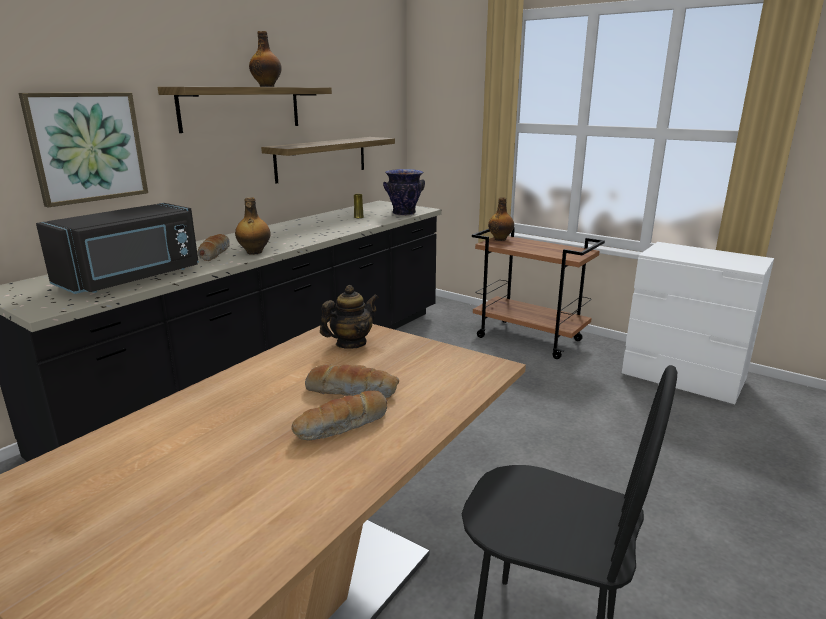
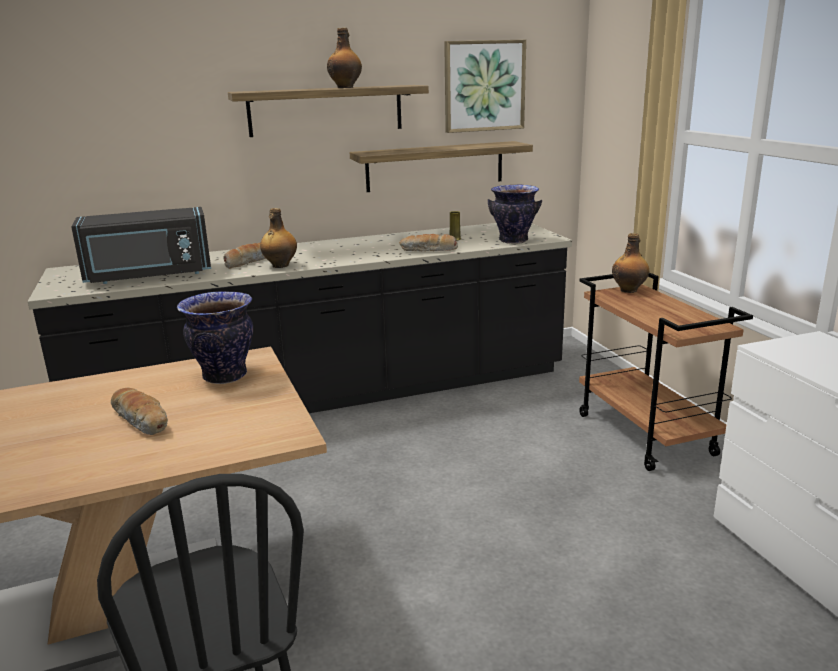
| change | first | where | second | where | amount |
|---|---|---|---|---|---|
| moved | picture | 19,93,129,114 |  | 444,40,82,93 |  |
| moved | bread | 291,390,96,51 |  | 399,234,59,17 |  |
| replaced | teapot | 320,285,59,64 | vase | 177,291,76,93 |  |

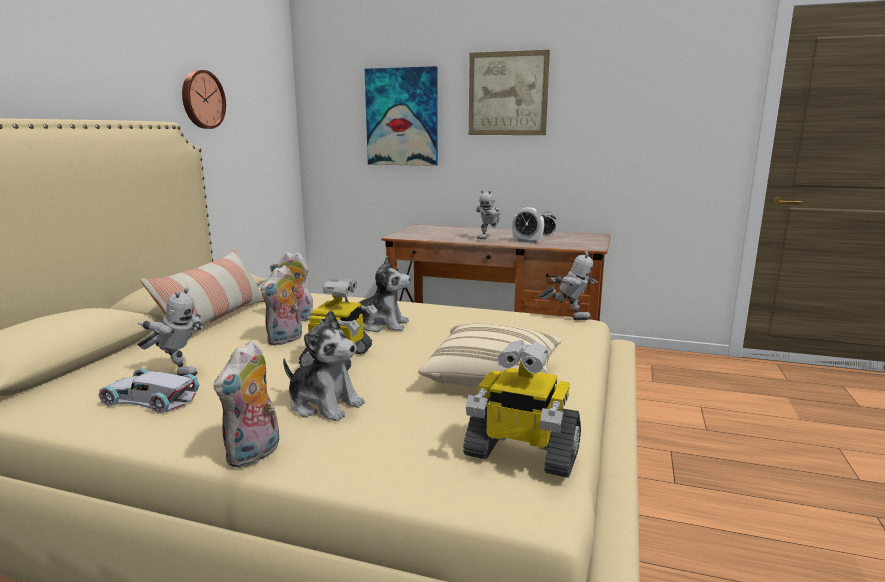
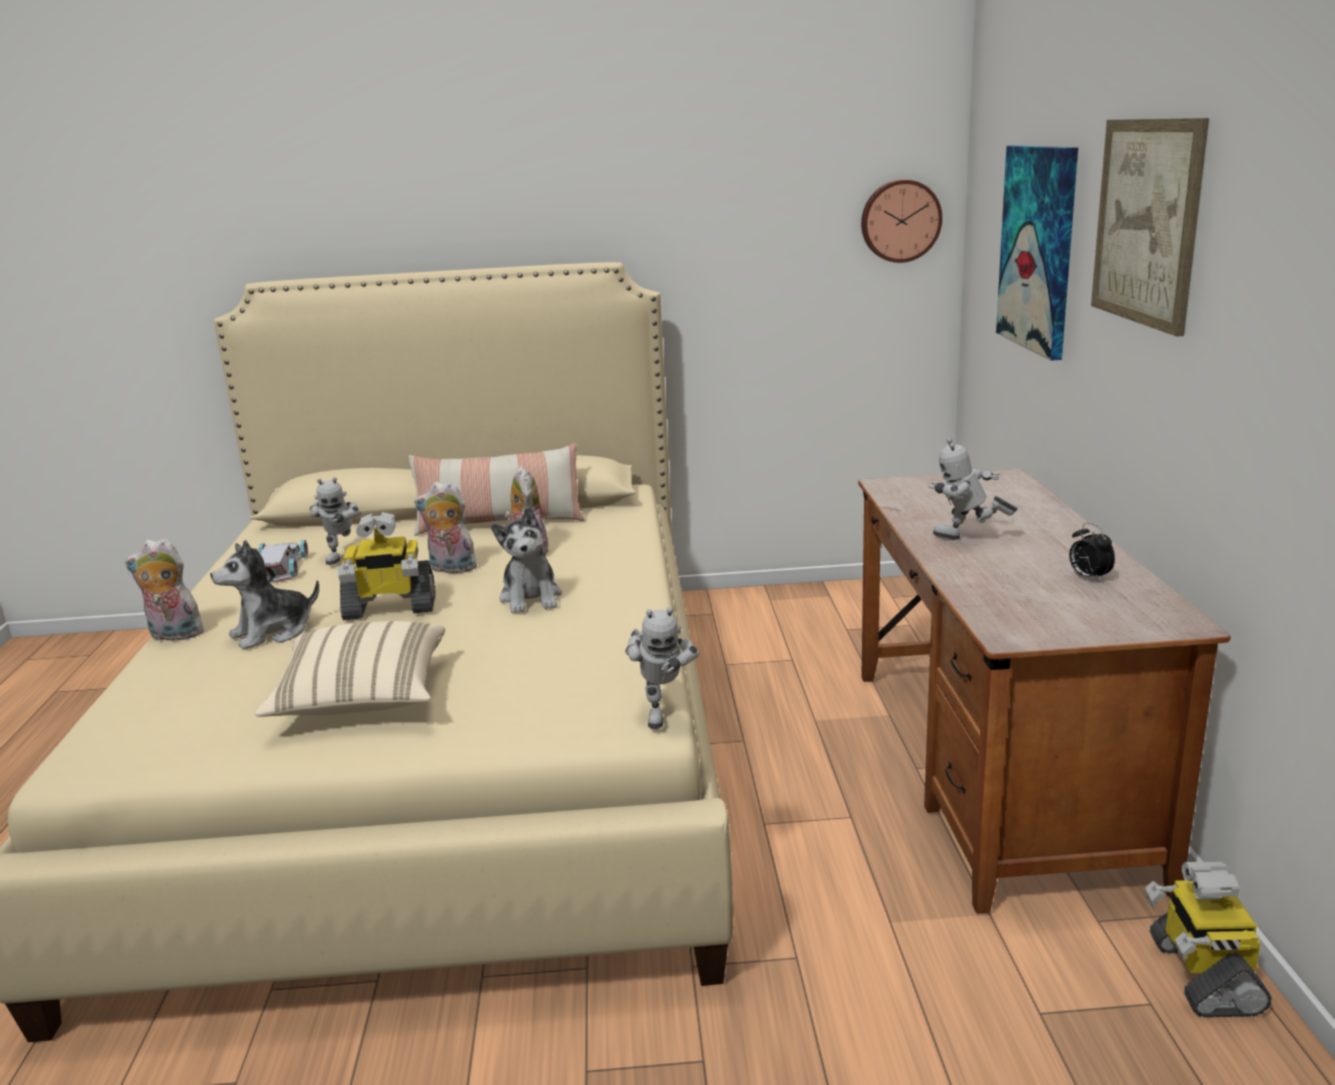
| change | first | where | second | where | amount |
|---|---|---|---|---|---|
| moved | wall clock | 182,70,44,59 |  | 861,179,81,84 |  |
| turned | plush toy | 283,310,82,111 |  | 210,540,109,110 | 45 degrees clockwise |
| moved | toy robot | 463,340,118,138 |  | 1145,861,127,156 |  |
| removed | alarm clock | 512,207,32,36 |  |  |  |

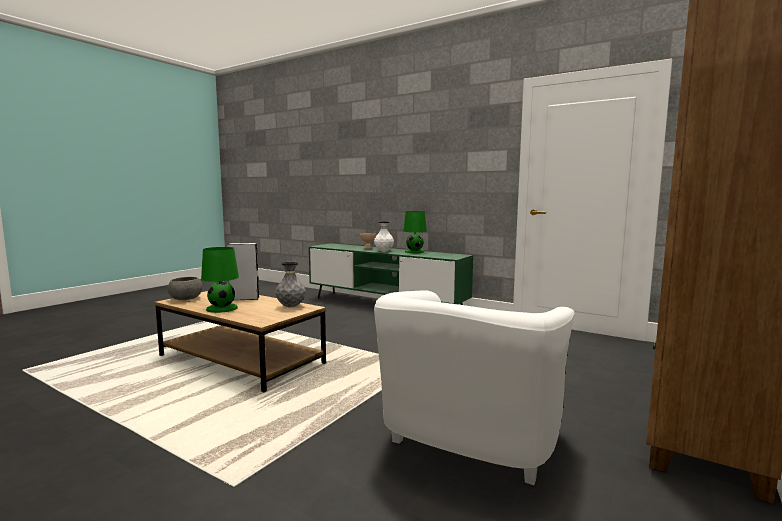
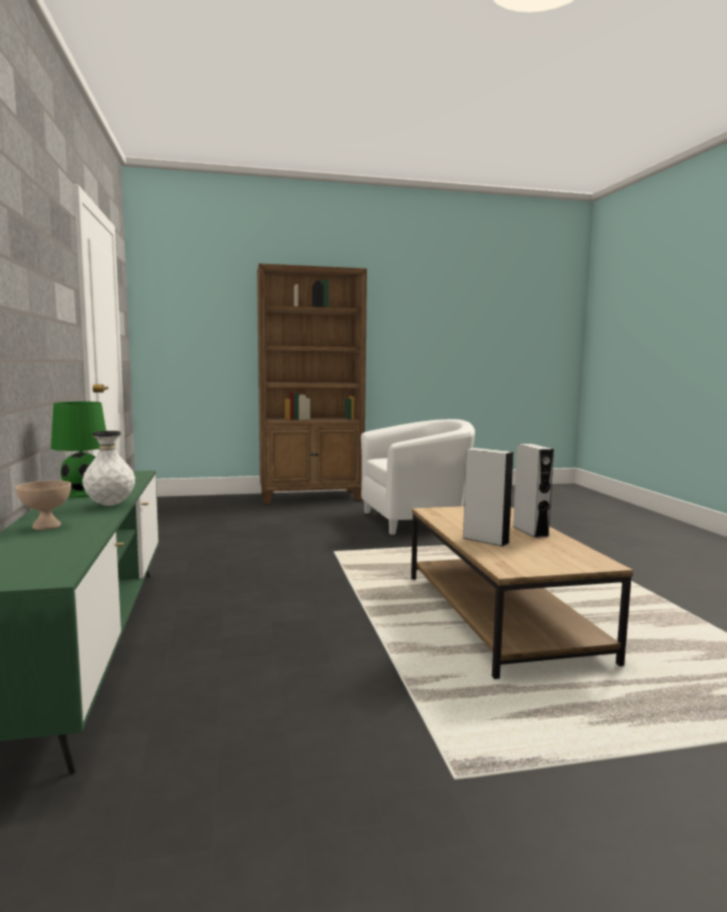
| change | first | where | second | where | amount |
|---|---|---|---|---|---|
| removed | grey bowl | 167,277,35,23 |  |  |  |
| replaced | green table lamp | 201,247,38,66 | grey speaker | 512,444,42,94 |  |
| removed | grey vase | 275,262,31,45 |  |  |  |

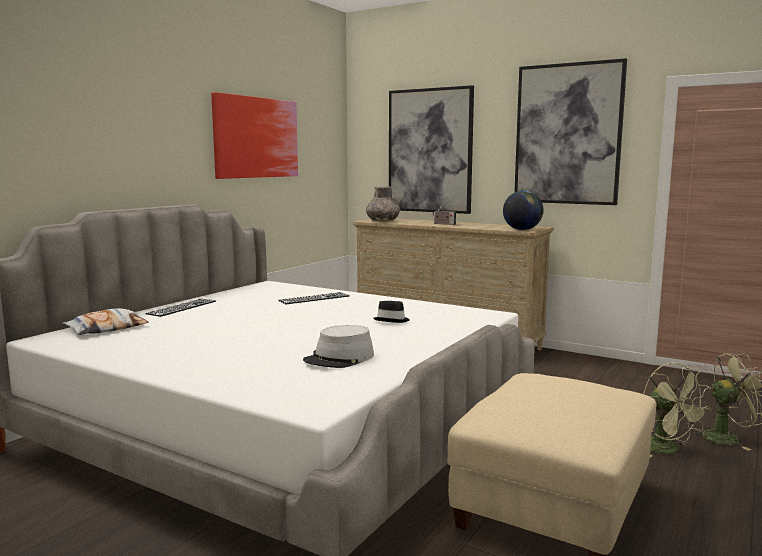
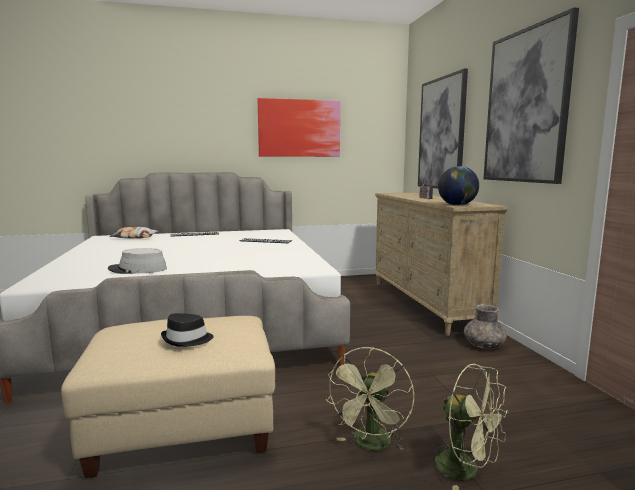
| change | first | where | second | where | amount |
|---|---|---|---|---|---|
| moved | grey vase | 366,187,34,35 |  | 464,304,43,45 |  |
| moved | black hat | 373,301,37,22 |  | 161,313,52,34 |  |

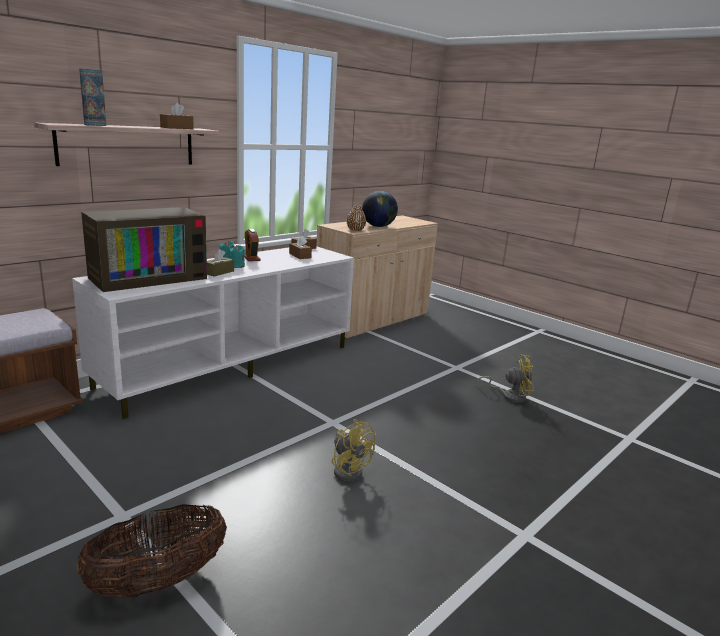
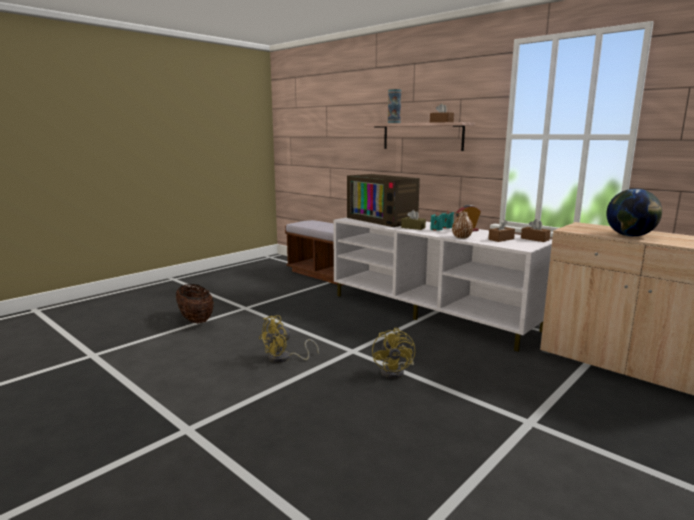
| change | first | where | second | where | amount |
|---|---|---|---|---|---|
| moved | brown vase | 347,205,19,26 |  | 452,211,21,27 |  |
| moved | yellow fan | 477,355,57,48 |  | 372,328,43,51 |  |

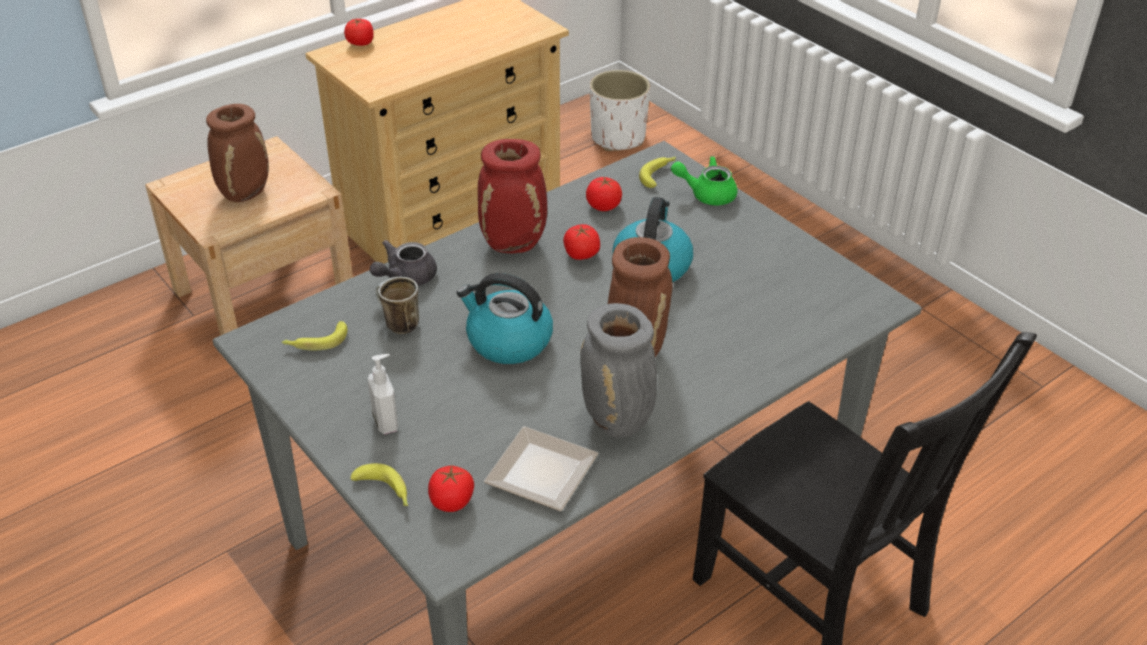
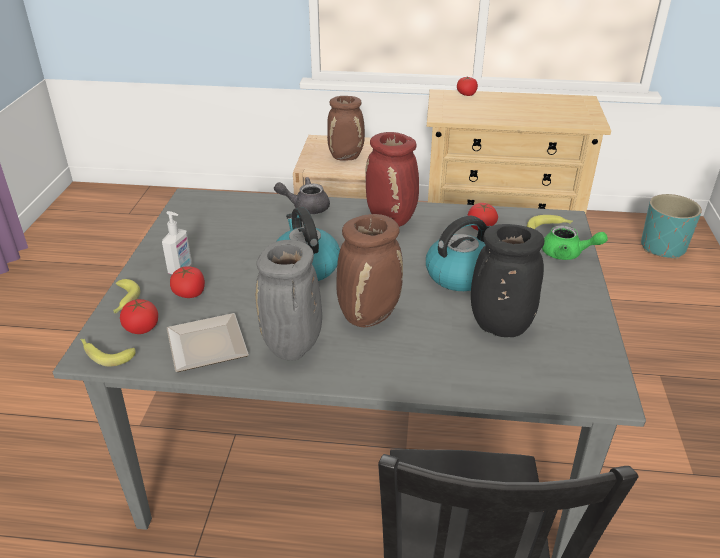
| change | first | where | second | where | amount |
|---|---|---|---|---|---|
| moved | banana | 281,321,66,29 |  | 80,339,56,28 |  |
| removed | mug | 376,276,43,58 |  |  |  |
| moved | tomato | 563,224,37,36 |  | 170,266,35,32 |  |
| recoloured | white planter | 590,70,60,81 | turquoise planter | 641,194,61,65 |  |
| turned | green teapot | 671,156,66,49 |  | 542,225,66,35 | 150 degrees clockwise |
| added |  |  | black vase | 471,224,73,113 |  |

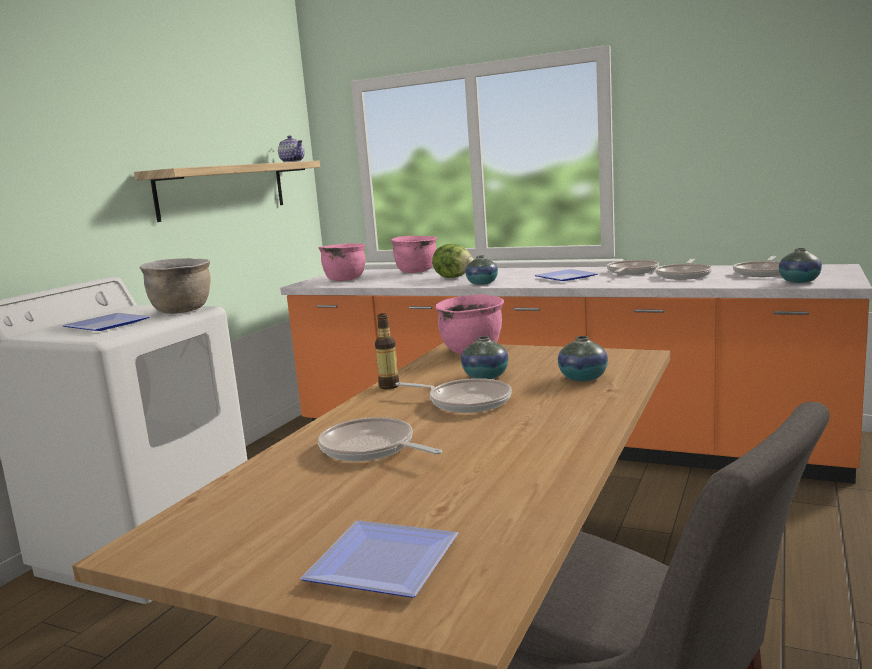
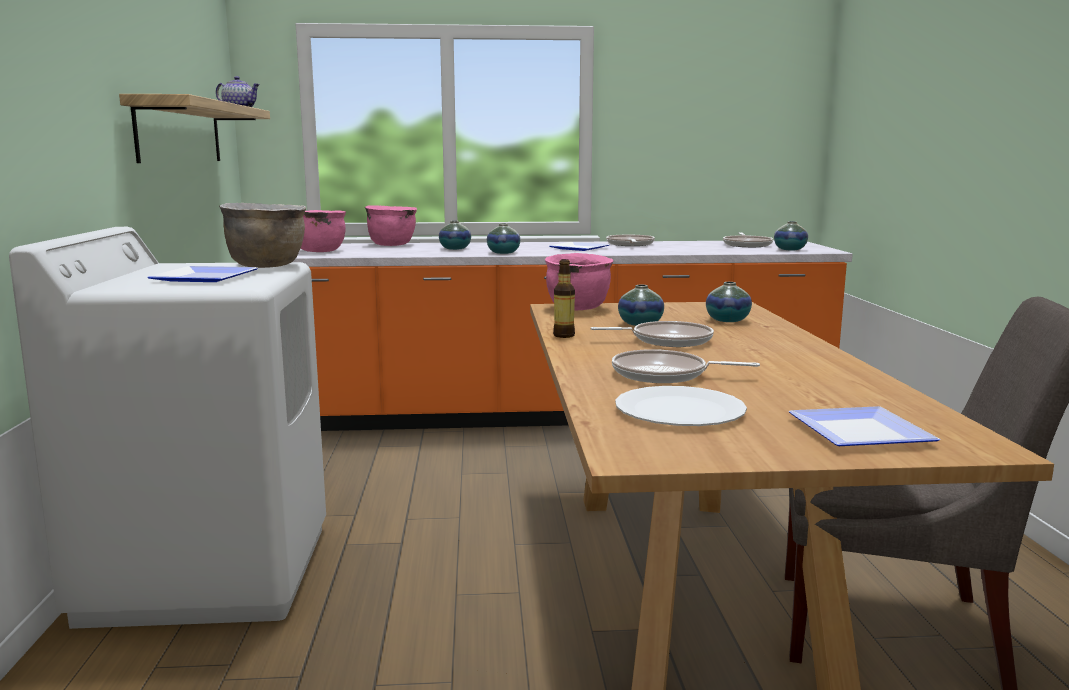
| change | first | where | second | where | amount |
|---|---|---|---|---|---|
| replaced | lettuce | 432,244,42,34 | vase | 439,221,32,29 |  |
| removed | frying pan | 655,259,57,21 |  |  |  |
| added |  |  | white plate | 615,386,132,40 |  |

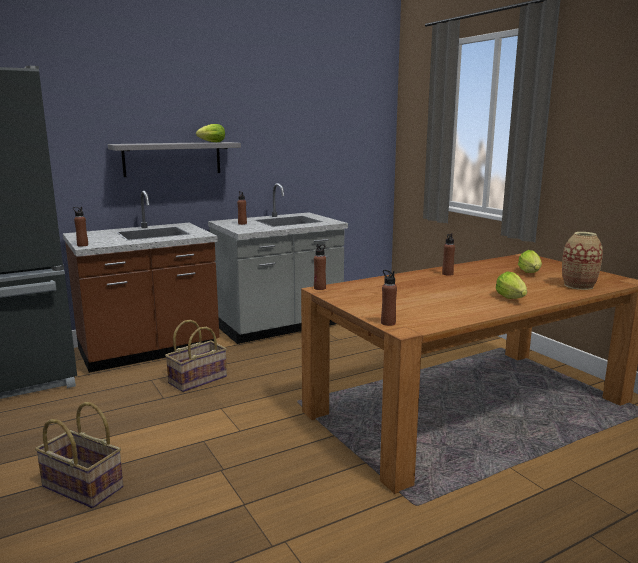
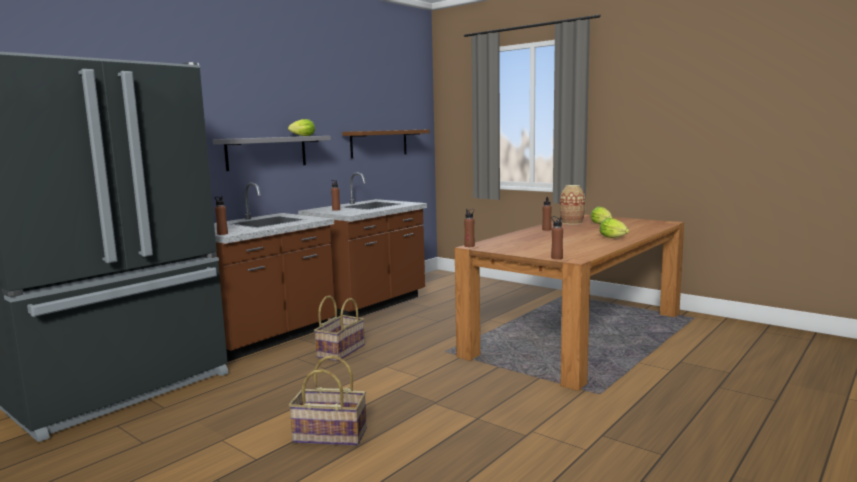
| change | first | where | second | where | amount |
|---|---|---|---|---|---|
| recoloured | grey counter | 208,183,140,161 | brown counter | 298,172,129,146 |  |
| moved | vase | 562,232,41,58 |  | 560,185,26,40 |  |
| added |  |  | brown shelf | 342,129,87,29 |  |

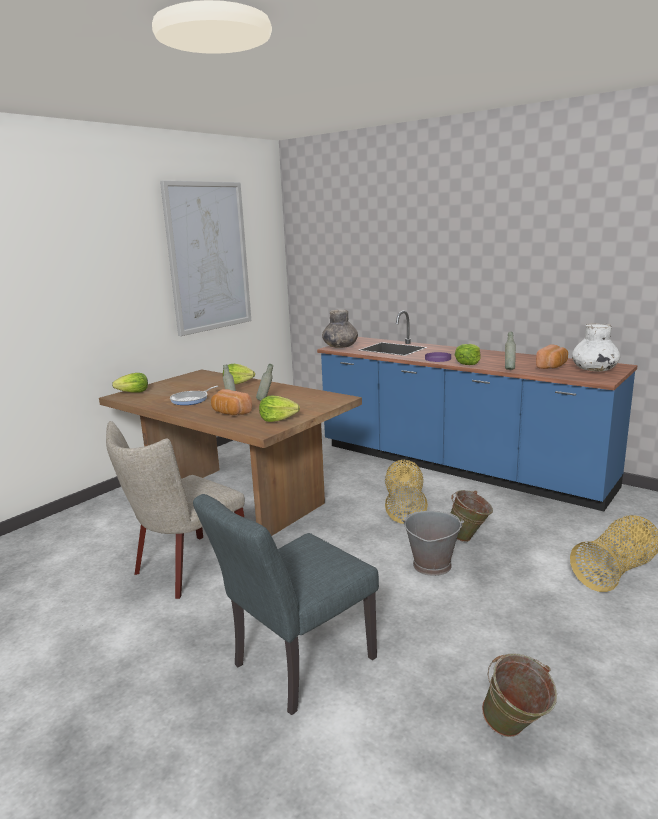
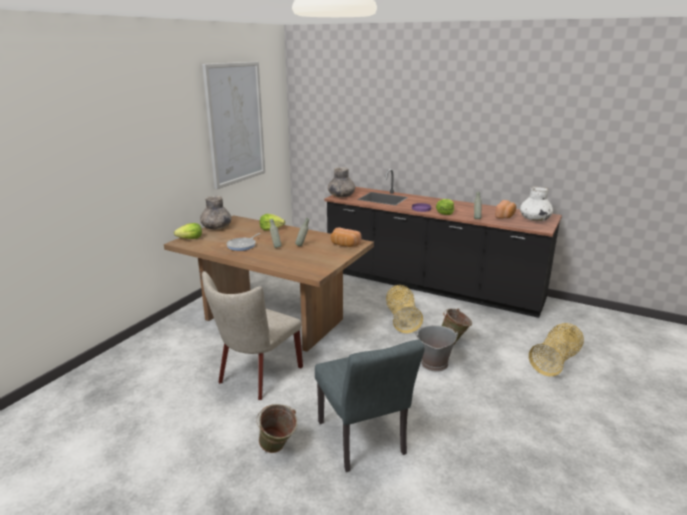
| change | first | where | second | where | amount |
|---|---|---|---|---|---|
| turned | grey chair | 193,494,186,221 |  | 315,340,110,132 | 60 degrees counterclockwise |
| moved | bread | 211,389,41,26 |  | 331,228,31,19 |  |
| removed | lettuce | 259,395,41,27 |  |  |  |
| recoloured | blue counter | 317,311,320,200 | black counter | 324,169,238,149 |  |
| moved | green bucket | 482,653,75,84 |  | 257,404,40,49 |  |
| added |  |  | grey vase | 200,196,31,34 |  |

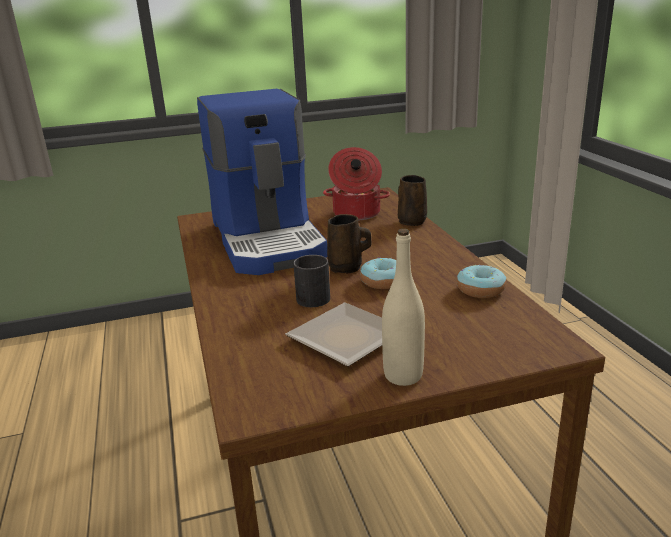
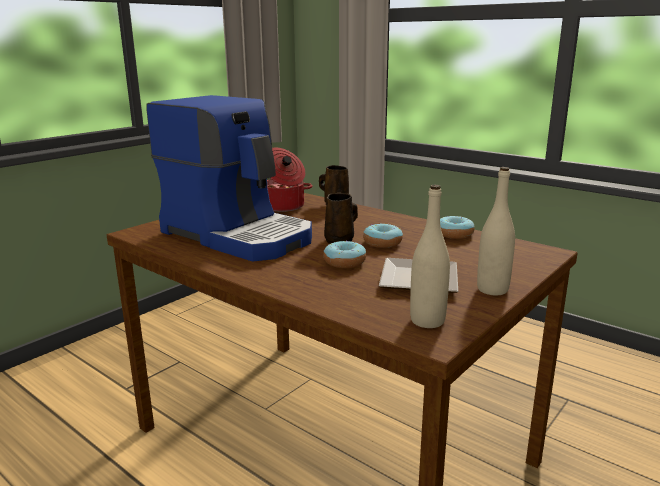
| change | first | where | second | where | amount |
|---|---|---|---|---|---|
| replaced | black mug | 293,255,37,52 | donut | 323,241,43,27 |  |
| added |  |  | beige bottle | 410,185,40,143 |  |

